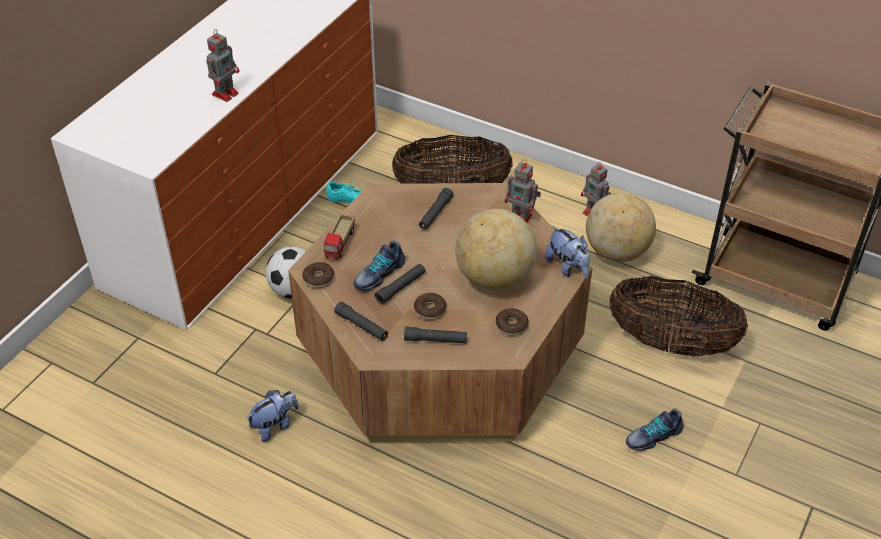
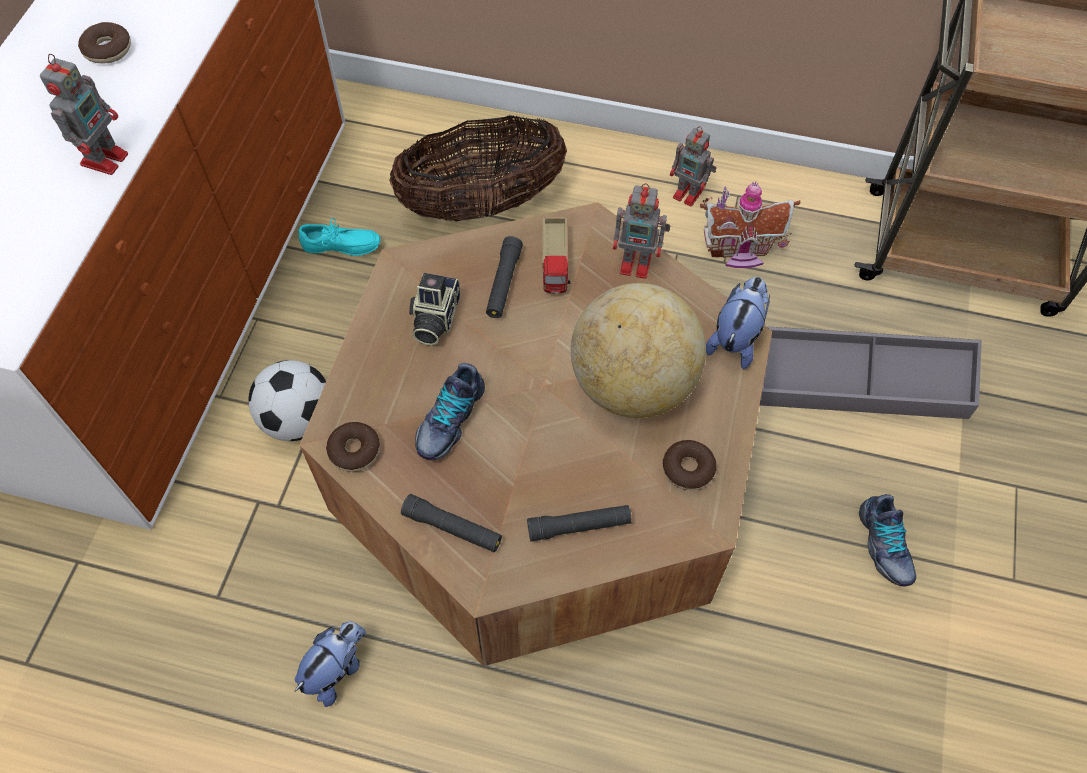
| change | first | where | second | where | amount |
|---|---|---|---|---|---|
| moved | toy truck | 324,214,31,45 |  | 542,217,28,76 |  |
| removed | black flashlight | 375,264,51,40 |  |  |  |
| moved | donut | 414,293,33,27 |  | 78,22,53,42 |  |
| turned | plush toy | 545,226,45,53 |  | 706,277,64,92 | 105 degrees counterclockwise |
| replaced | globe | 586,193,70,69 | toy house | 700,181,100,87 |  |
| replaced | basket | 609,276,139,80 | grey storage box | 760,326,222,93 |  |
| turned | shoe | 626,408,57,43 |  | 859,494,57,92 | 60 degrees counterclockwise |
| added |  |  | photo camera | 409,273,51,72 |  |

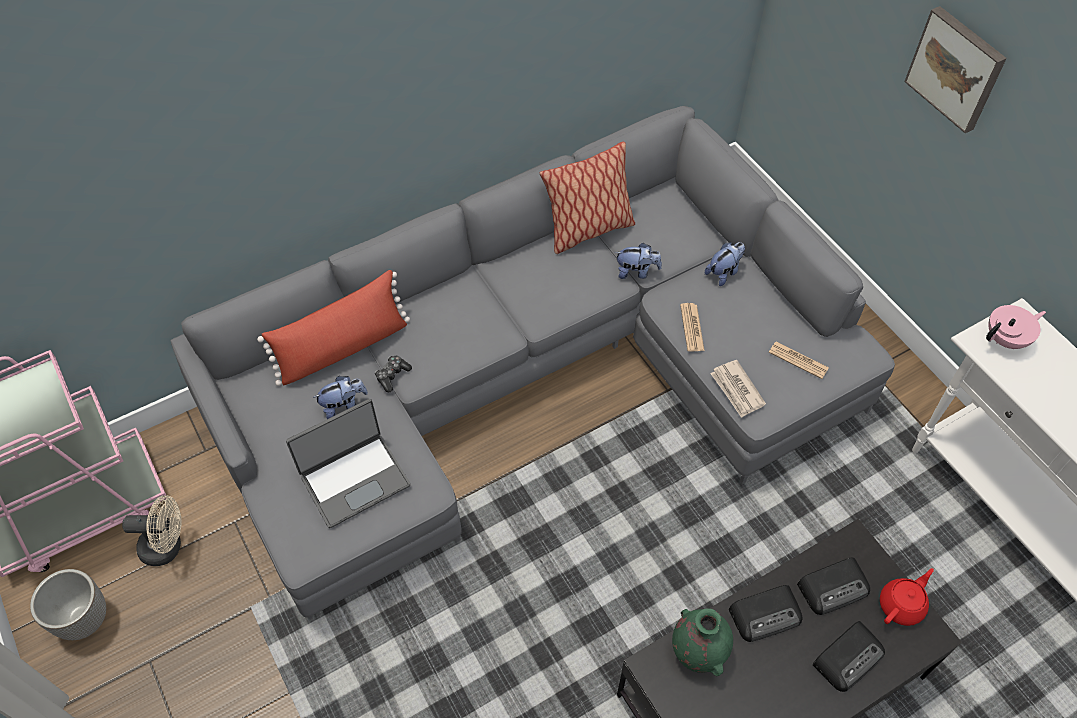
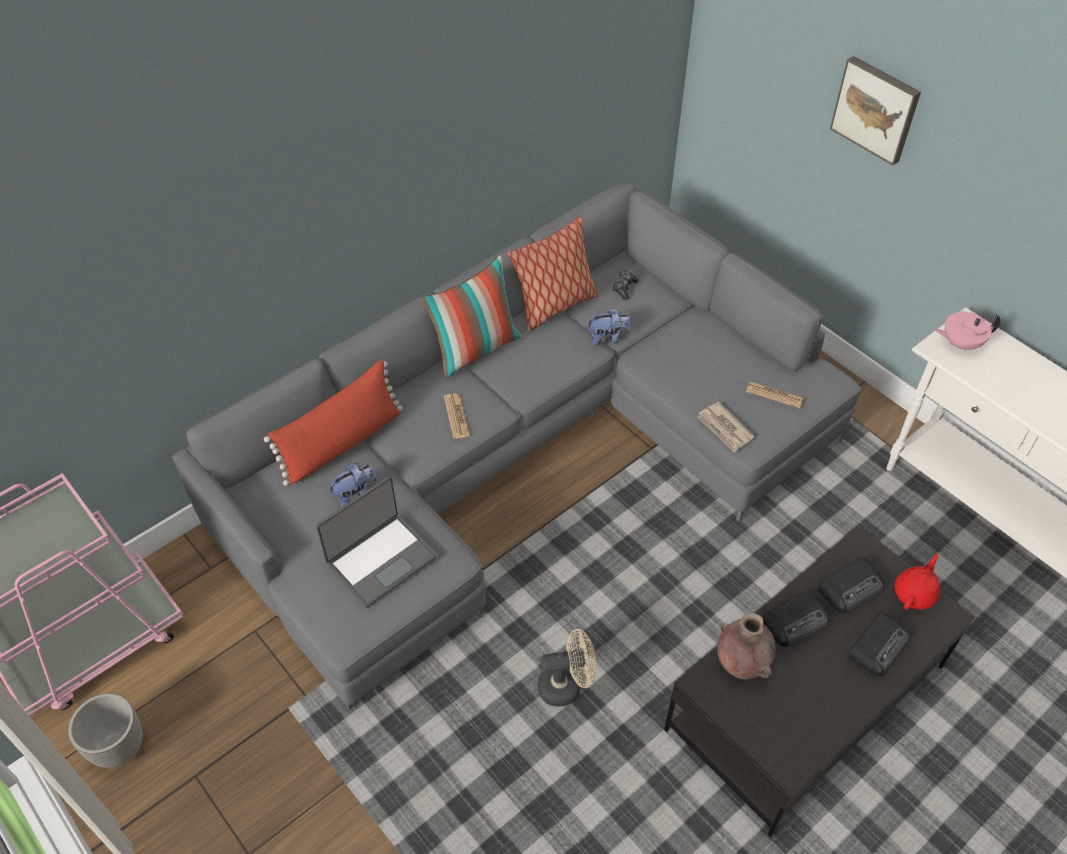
| change | first | where | second | where | amount |
|---|---|---|---|---|---|
| moved | beige fan | 122,495,59,71 |  | 538,629,58,78 |  |
| moved | game controller | 375,356,37,36 |  | 612,271,27,29 |  |
| recoloured | green vase | 672,608,61,68 | brown vase | 717,613,58,66 |  |
| moved | newspaper | 680,303,24,49 |  | 444,393,26,46 |  |
| removed | plush toy | 705,242,40,44 |  |  |  |
| turned | pink teapot | 986,305,60,44 |  | 934,312,67,39 | 150 degrees counterclockwise |
| added |  |  | pillow | 420,255,101,124 |  |

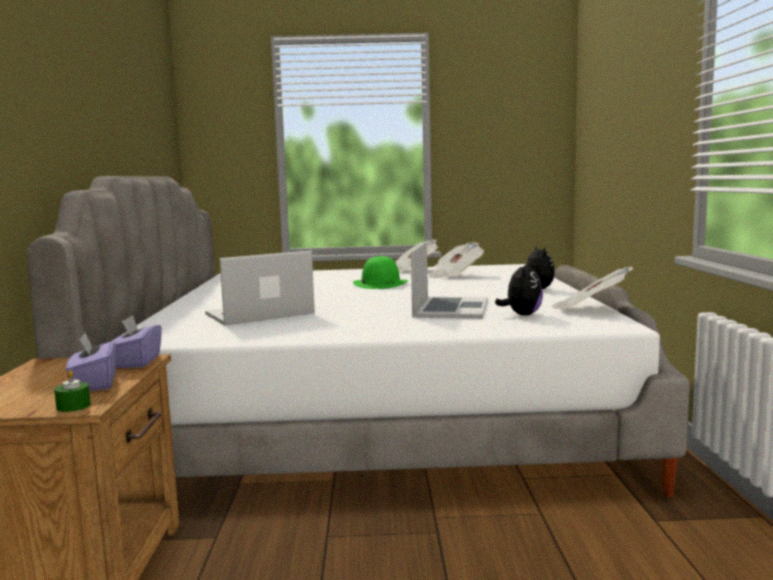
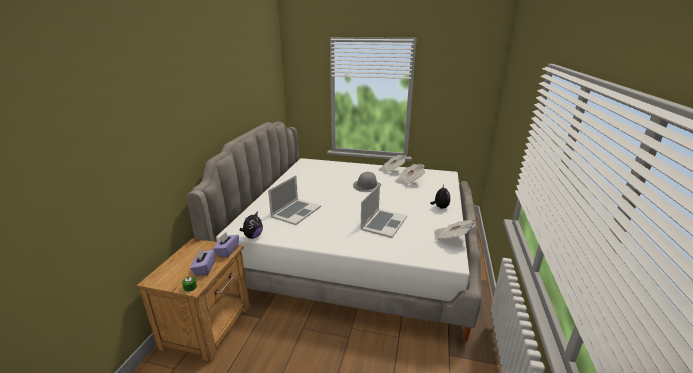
| change | first | where | second | where | amount |
|---|---|---|---|---|---|
| turned | laptop | 205,250,110,75 |  | 268,175,53,50 | 135 degrees clockwise |
| recoloured | green hat | 353,256,56,33 | grey hat | 353,172,28,20 |  |
| moved | plush toy | 495,261,48,54 |  | 240,212,23,27 |  |

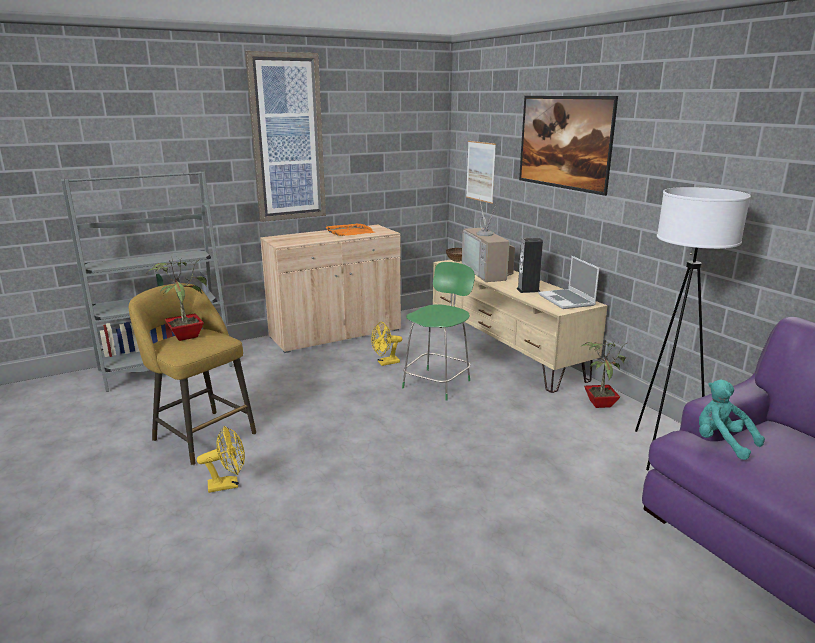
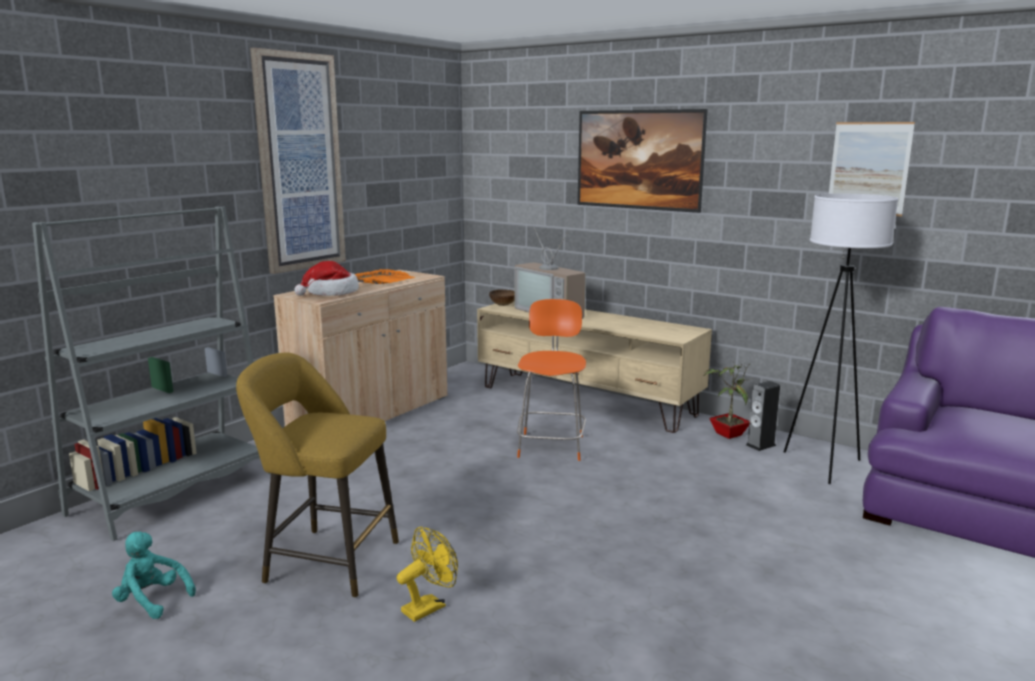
| change | first | where | second | where | amount |
|---|---|---|---|---|---|
| removed | potted plant | 149,256,58,85 |  |  |  |
| removed | yellow fan | 371,322,31,44 |  |  |  |
| recoloured | green stool | 402,262,73,139 | orange stool | 517,299,69,162 |  |
| moved | picture | 466,141,30,63 |  | 829,122,86,94 |  |
| moved | speaker | 517,238,26,55 |  | 746,381,34,70 |  |
| removed | laptop | 538,256,61,53 |  |  |  |
| moved | turquoise plush toy | 699,379,66,81 |  | 112,531,84,88 |  |
| added |  |  | hat | 295,261,64,35 |  |

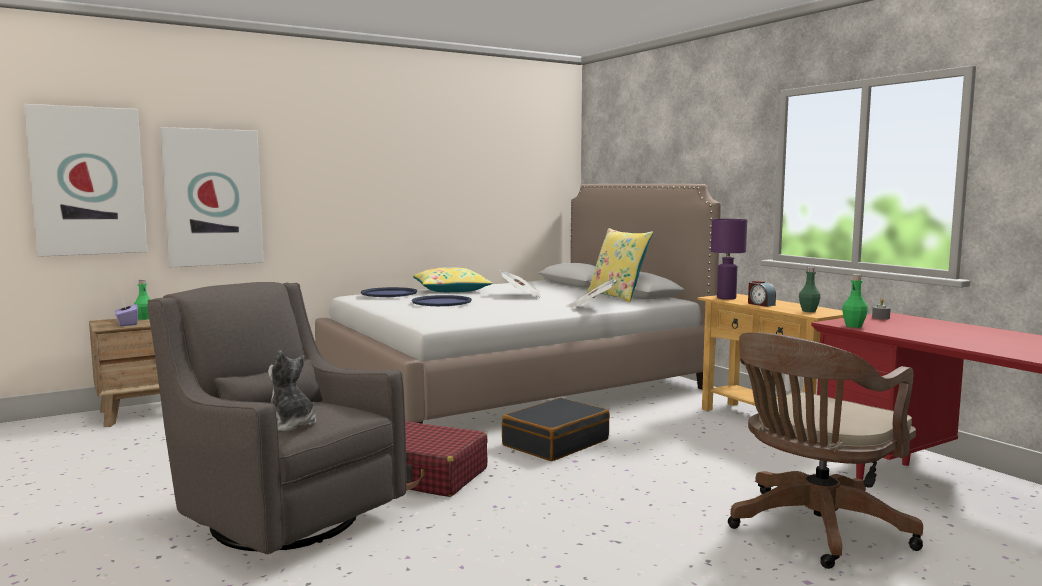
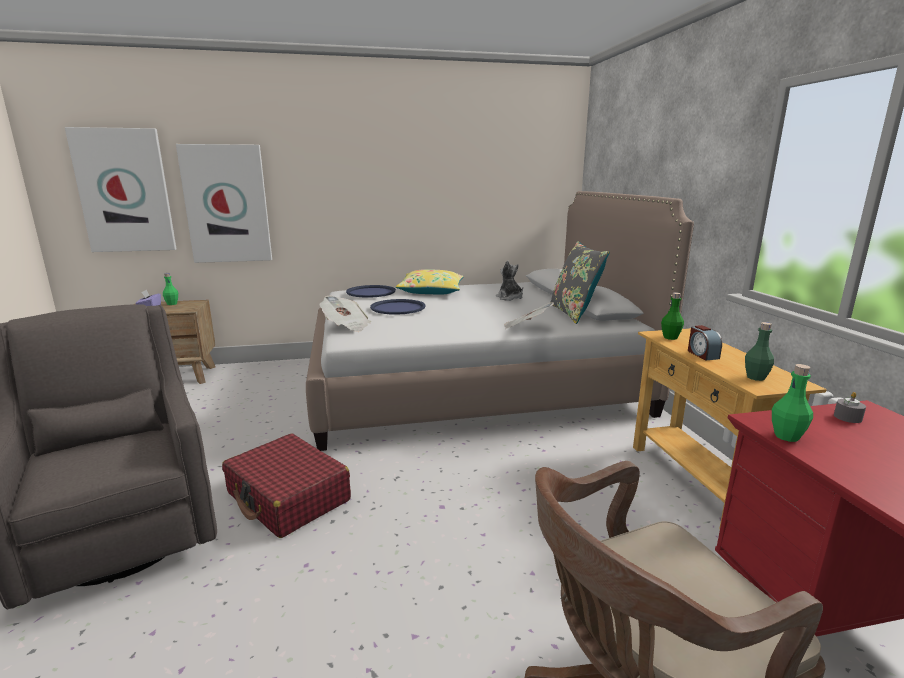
| change | first | where | second | where | amount |
|---|---|---|---|---|---|
| moved | plush toy | 268,350,48,82 |  | 496,260,27,41 |  |
| moved | newspaper | 499,270,42,28 |  | 320,296,51,36 |  |
| removed | black suitcase | 502,398,108,63 |  |  |  |
| recoloured | yellow pillow | 587,228,66,74 | grey pillow | 550,241,60,83 |  |
| replaced | purple table lamp | 711,219,36,81 | green bottle | 661,292,23,48 |  |

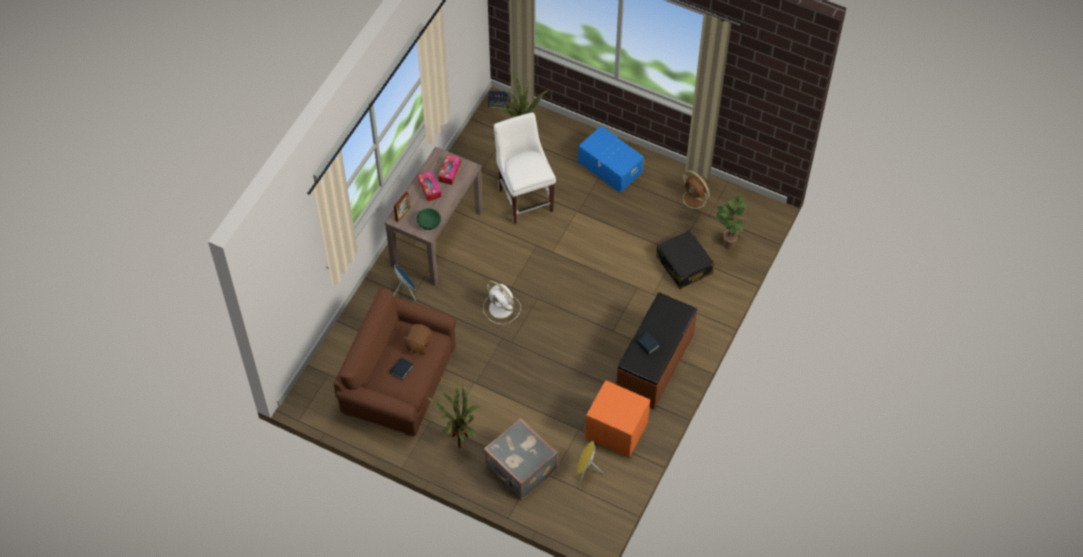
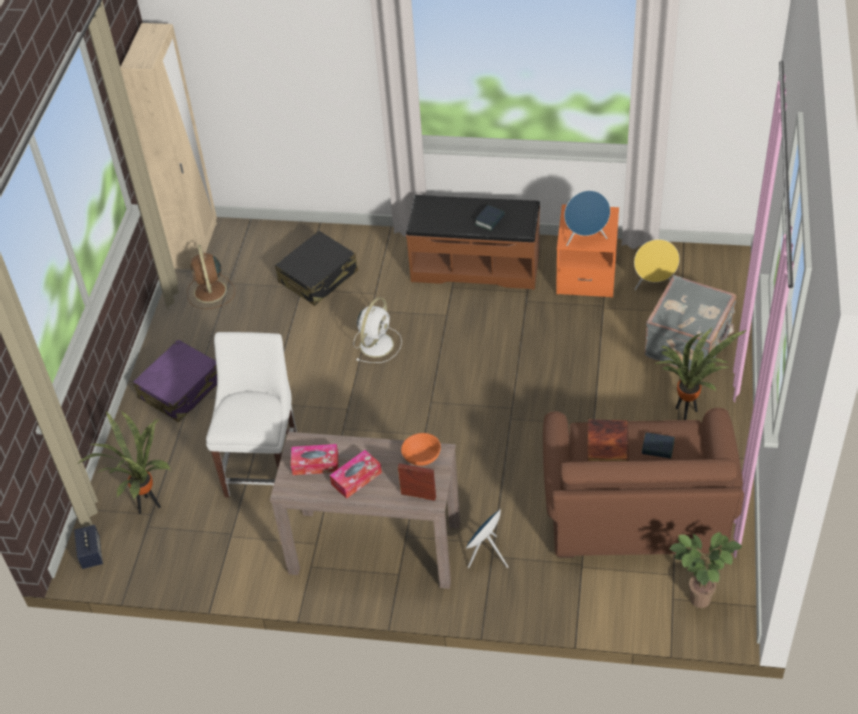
| change | first | where | second | where | amount |
|---|---|---|---|---|---|
| replaced | brown plush toy | 403,324,29,30 | book | 587,419,41,42 |  |
| recoloured | green bowl | 417,208,24,22 | orange bowl | 401,433,40,33 |  |
| moved | white fan | 483,281,38,43 |  | 354,297,48,66 |  |
| turned | white chair | 494,112,62,112 |  | 206,332,91,166 | 135 degrees clockwise |
| replaced | blue storage box | 578,126,66,67 | purple suitcase | 133,339,84,83 |  |
| turned | brown fan | 677,170,37,44 |  | 187,245,48,64 | 135 degrees clockwise |
| moved | potted plant | 715,196,33,54 |  | 670,532,72,76 |  |
| added |  |  | beige wardrobe | 120,23,97,247 |  |
| added |  |  | blue speaker | 564,190,46,56 |  |

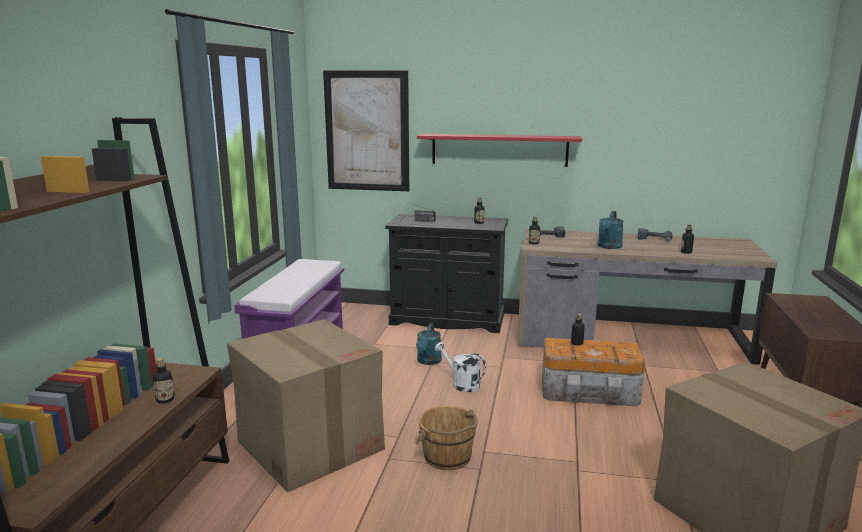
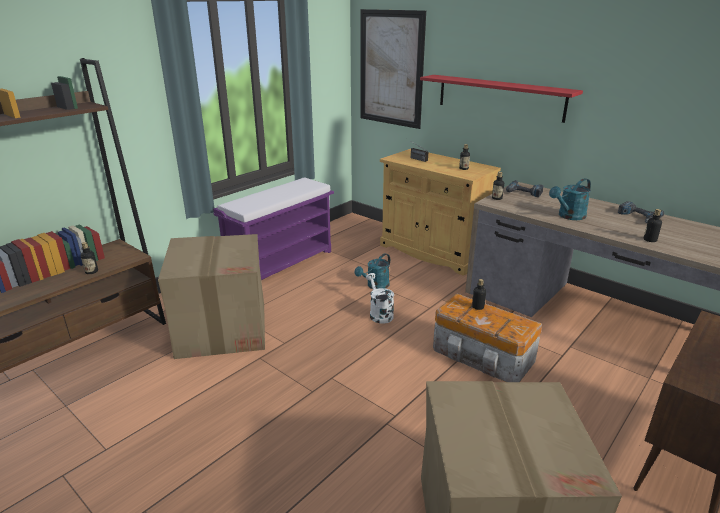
| change | first | where | second | where | amount |
|---|---|---|---|---|---|
| recoloured | black cabinet | 385,214,123,119 | beige cabinet | 380,149,121,127 |  |
| removed | brown bucket | 415,406,63,64 |  |  |  |

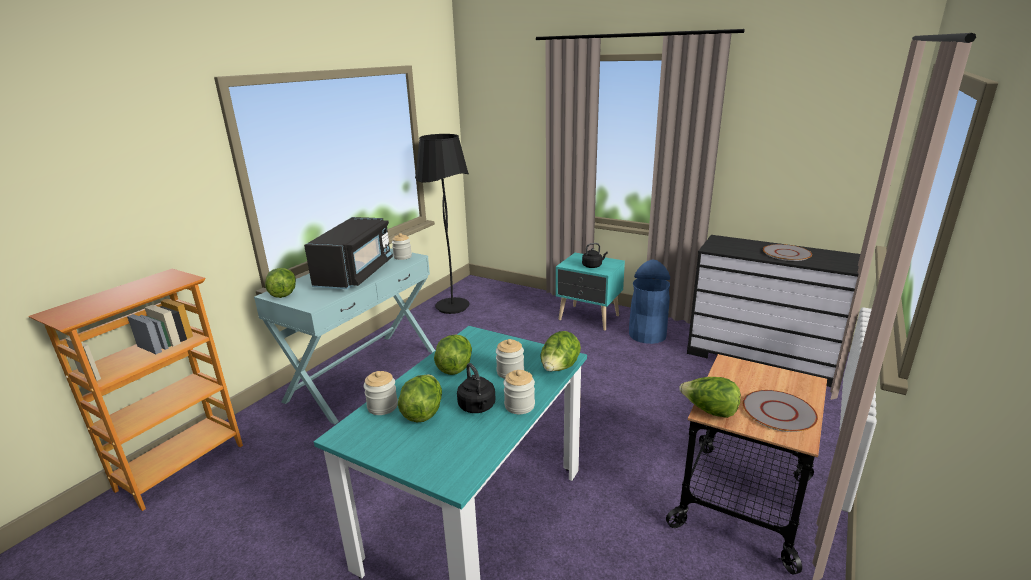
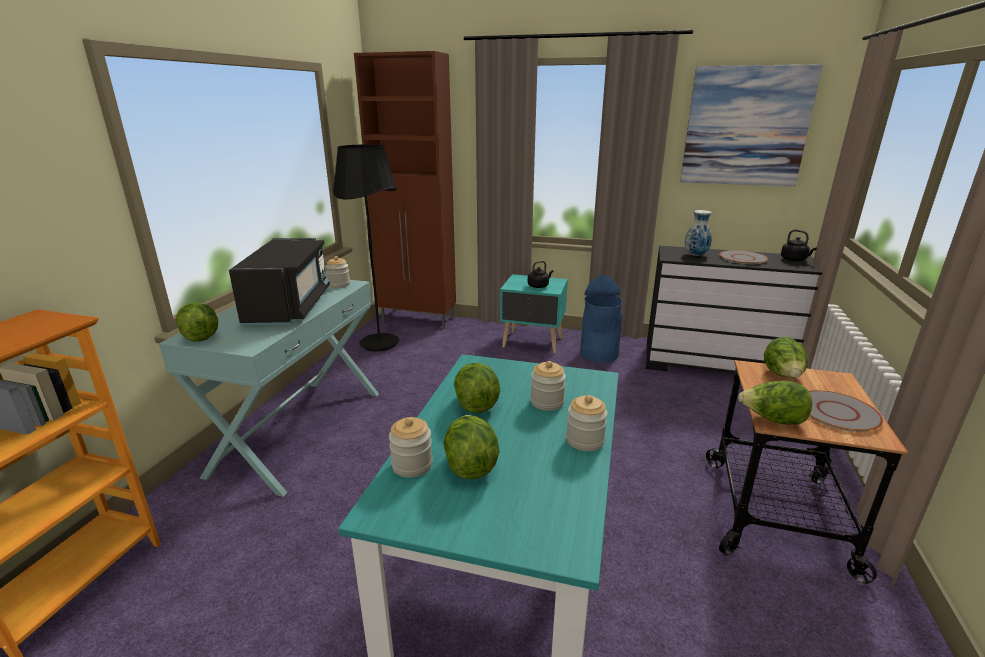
| change | first | where | second | where | amount |
|---|---|---|---|---|---|
| moved | black kettle | 457,363,38,50 |  | 781,230,36,31 |  |
| moved | lettuce | 540,331,41,40 |  | 764,337,44,41 |  |
| added |  |  | brown cabinet | 354,51,102,277 |  |
| added |  |  | picture | 680,64,143,123 |  |
| added |  |  | vase | 685,210,27,46 |  |

